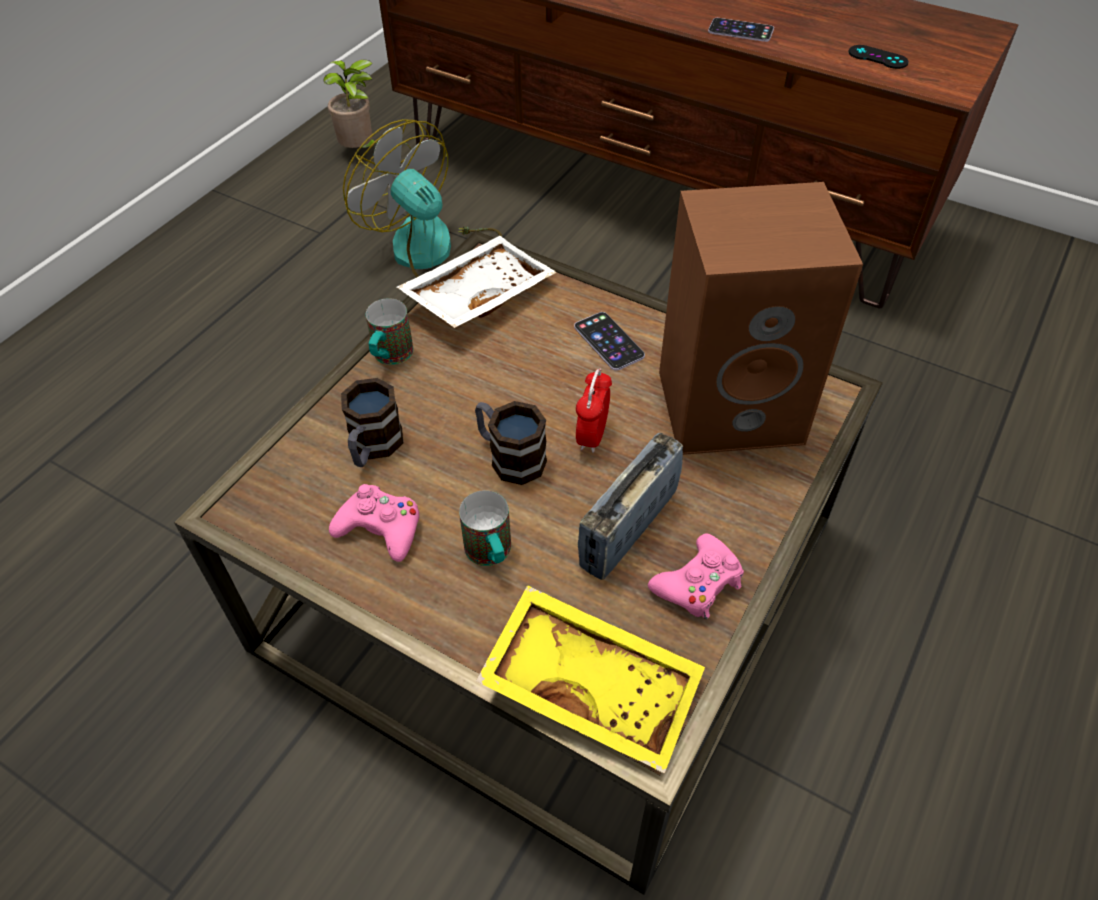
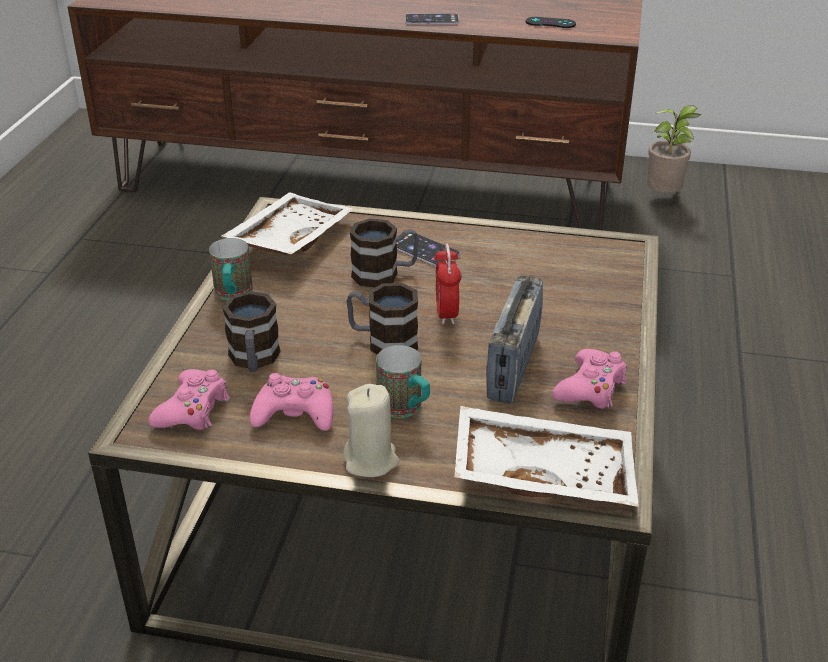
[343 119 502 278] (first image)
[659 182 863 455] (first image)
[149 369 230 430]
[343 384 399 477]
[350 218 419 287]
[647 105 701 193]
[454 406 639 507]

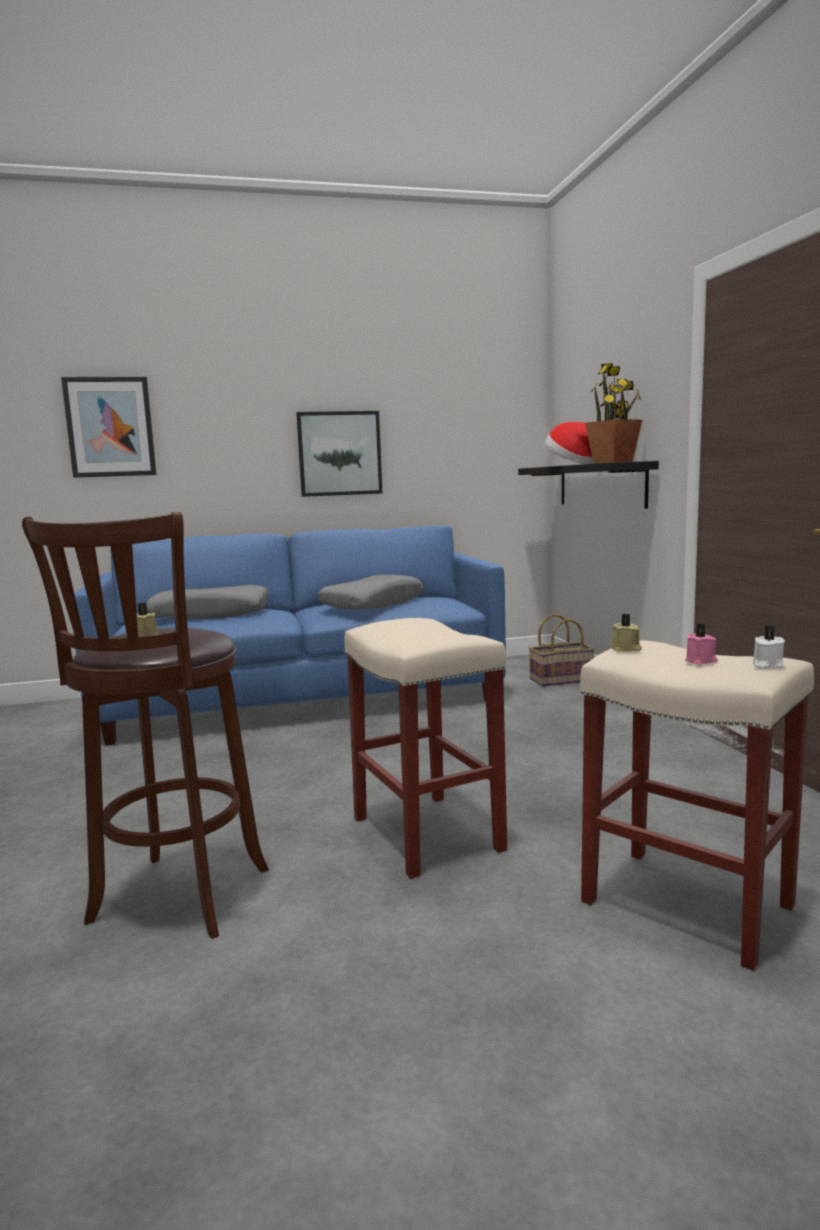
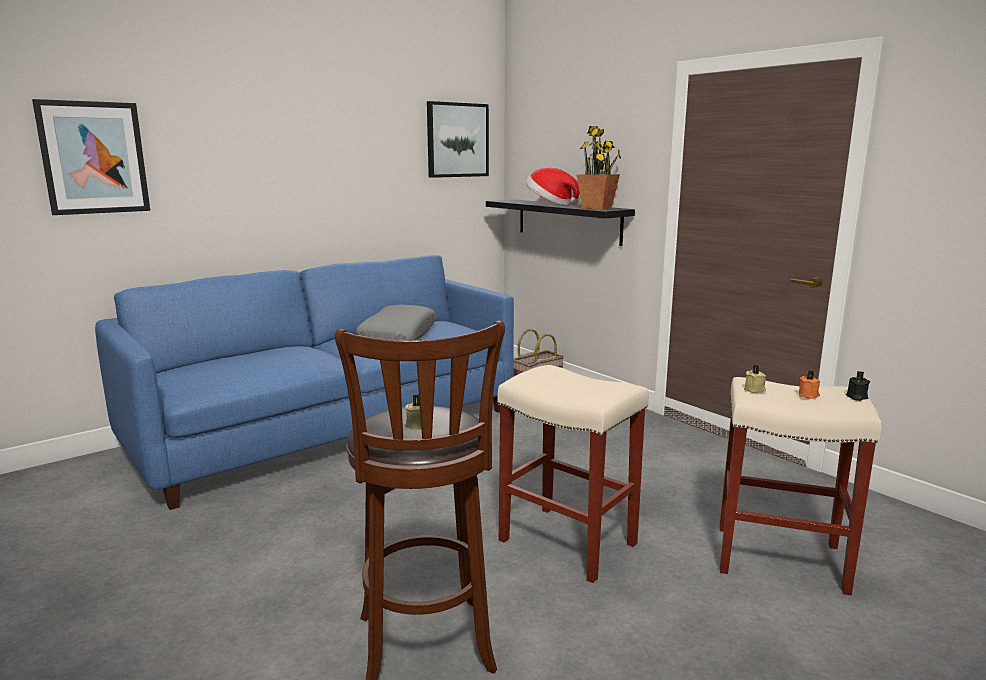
[147 585 269 619] (first image)
[427 101 489 178]
[799 370 820 399]
[846 371 870 401]

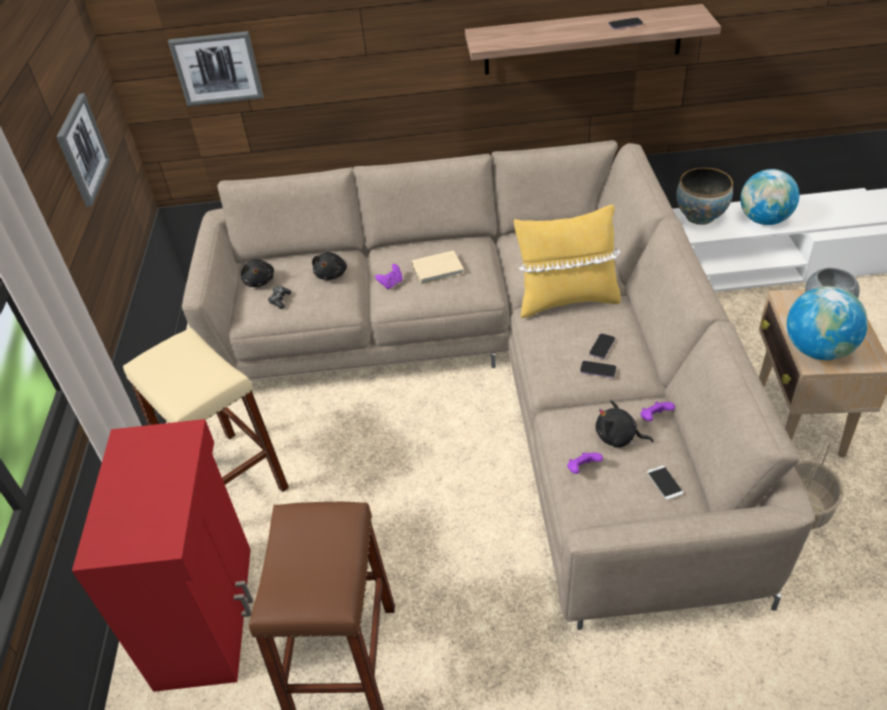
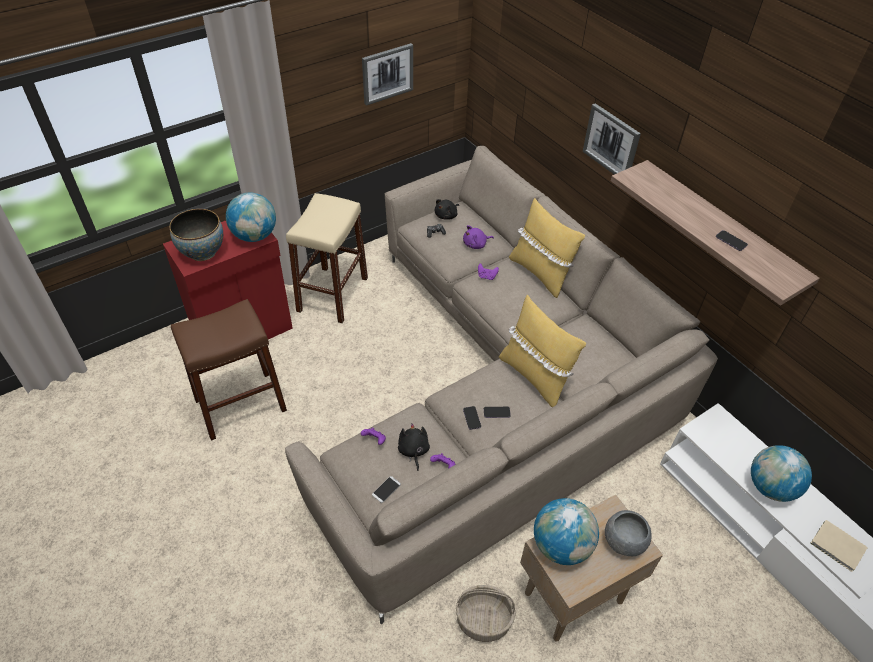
[226 193 276 242]
[509 198 585 298]
[583 104 641 174]
[810 520 868 572]
[170 209 223 261]
[463 225 494 249]

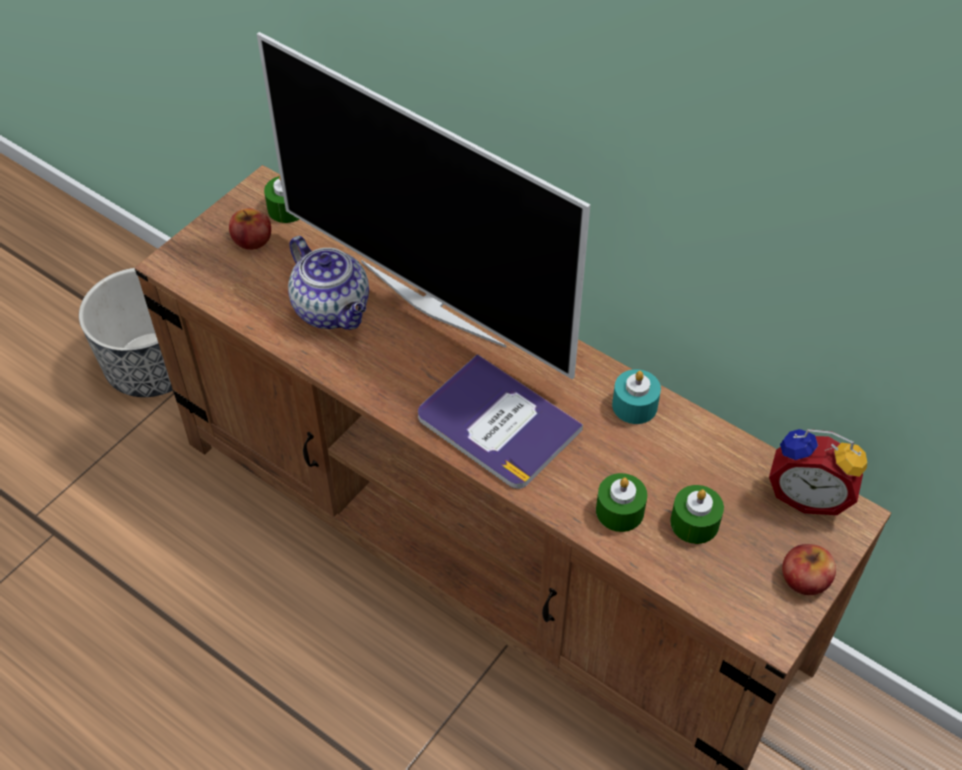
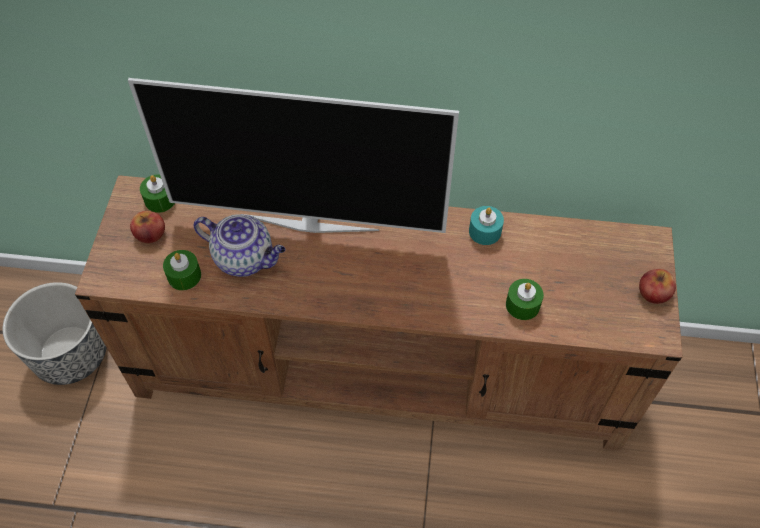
[418 354 583 489] (first image)
[769 429 867 515] (first image)
[163 250 201 290]

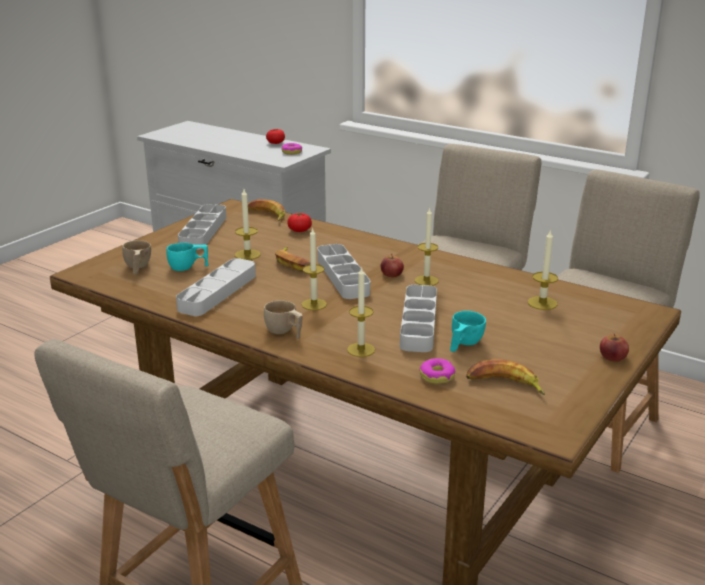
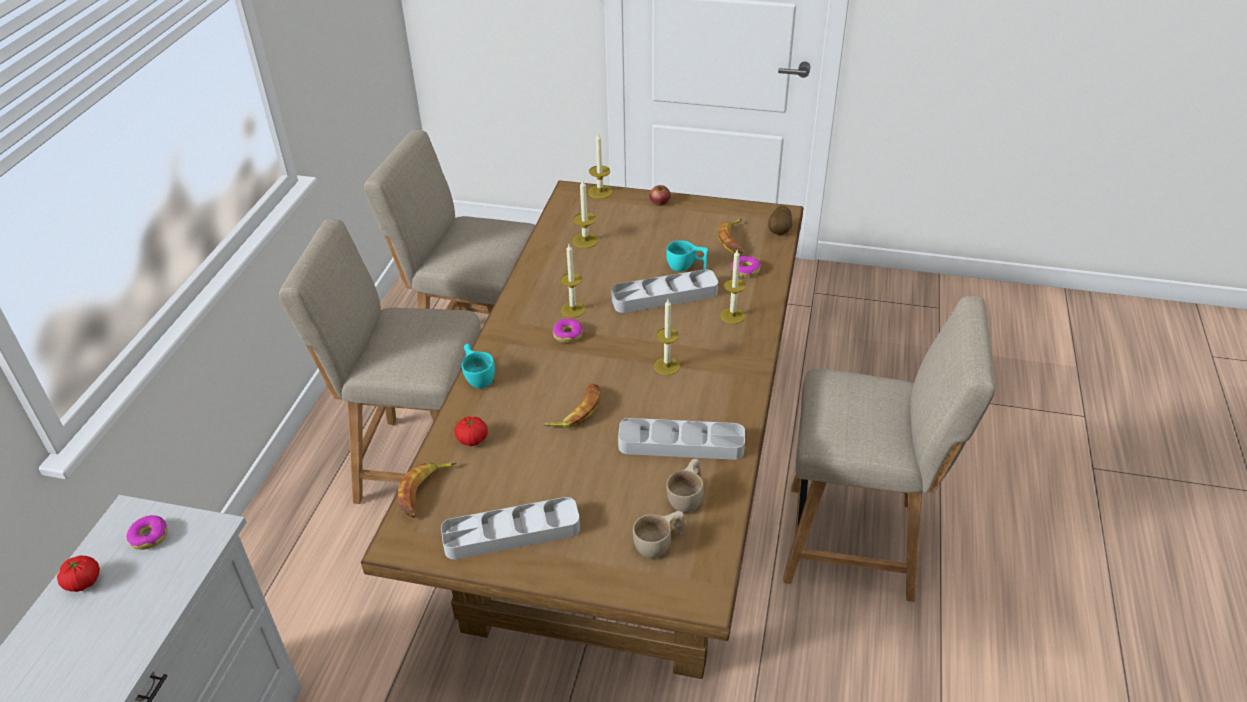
[317 244 370 299] (first image)
[768 205 792 235]
[462 344 495 389]
[588 133 613 199]
[666 459 704 513]
[553 318 583 343]

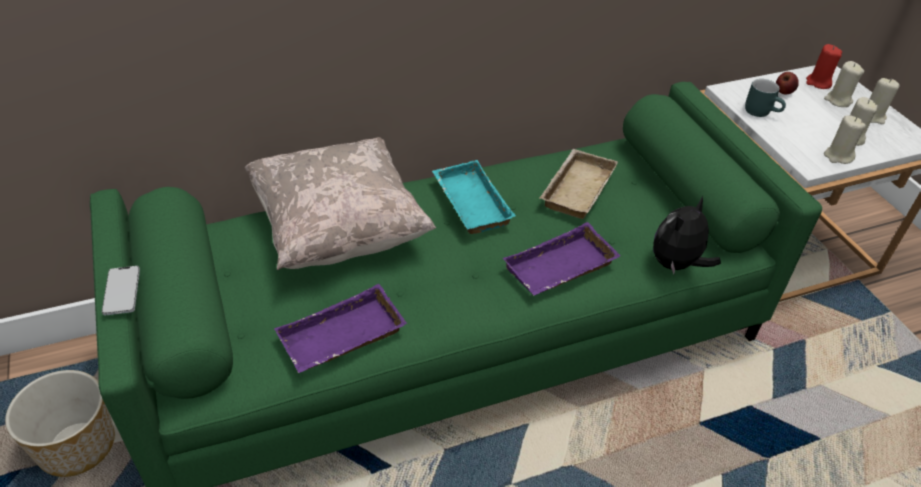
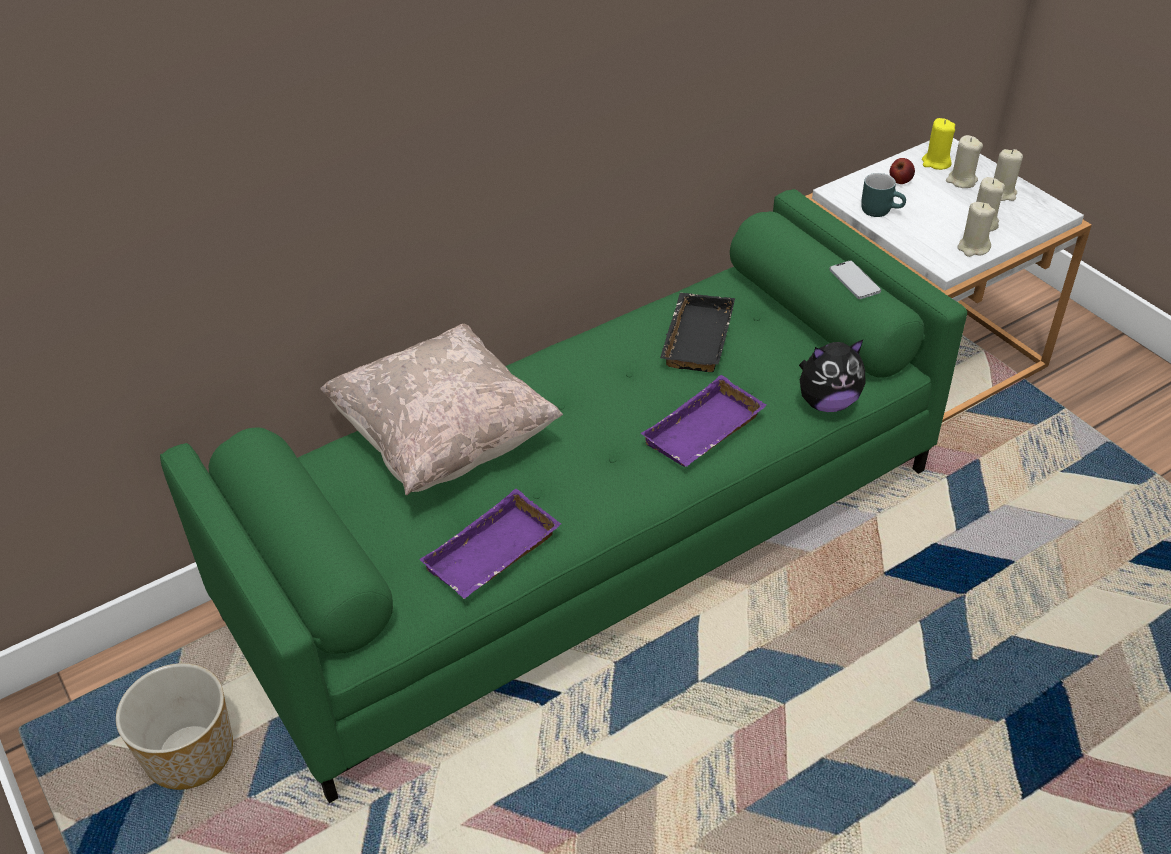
[432 160 516 234] (first image)
[829 261 881 299]
[660 293 735 372]
[922 118 955 170]
[799 340 866 412]

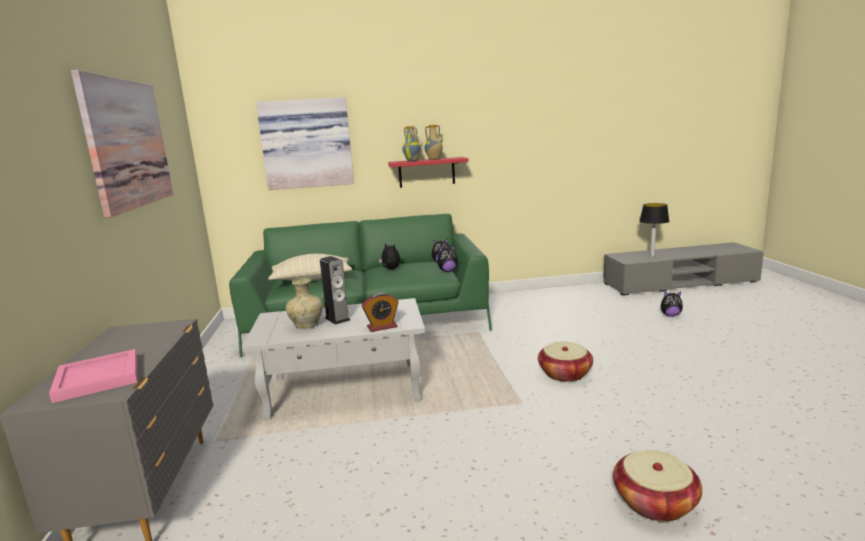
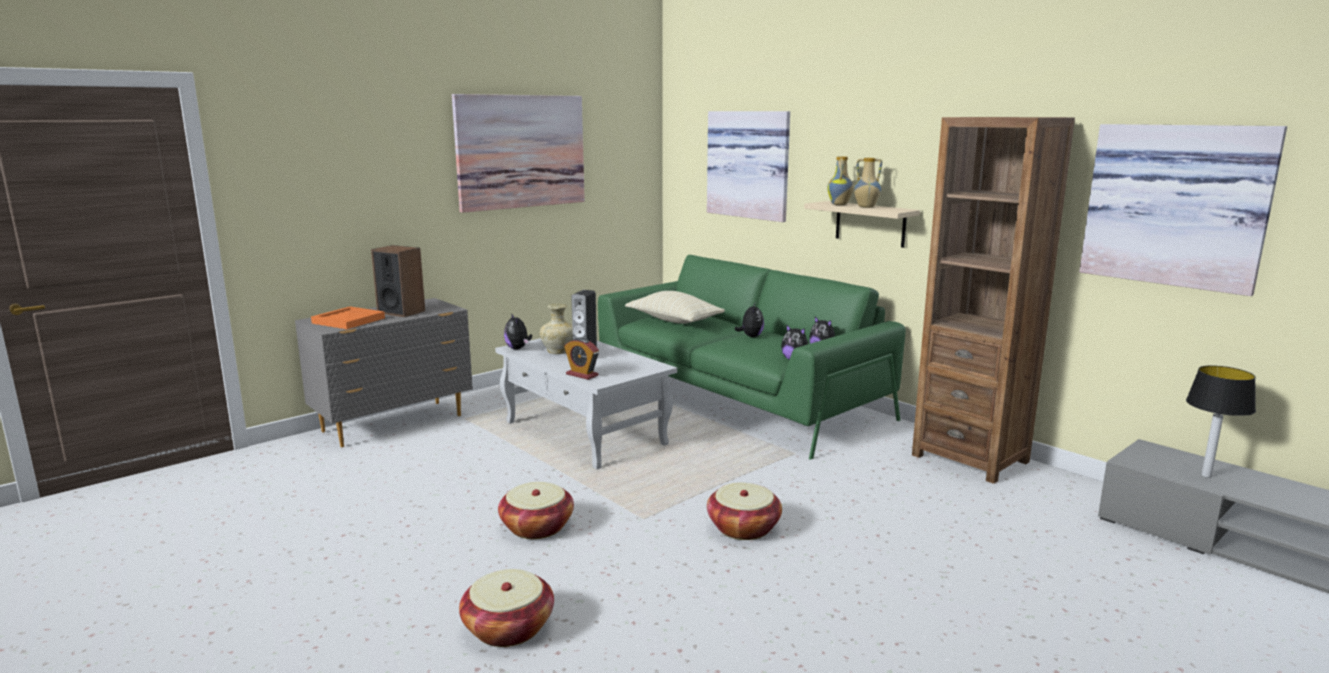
[371 245 425 317]
[498 482 574 539]
[912 117 1075 484]
[1079 124 1287 296]
[504 313 532 349]
[311 306 385 329]
[804 201 920 248]

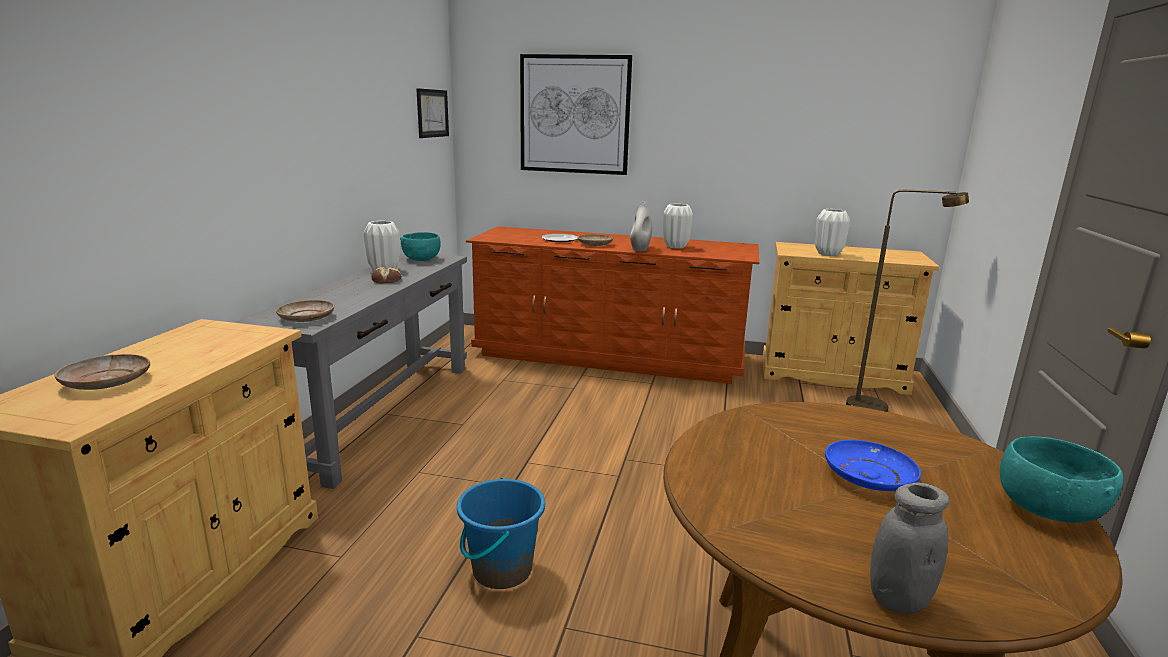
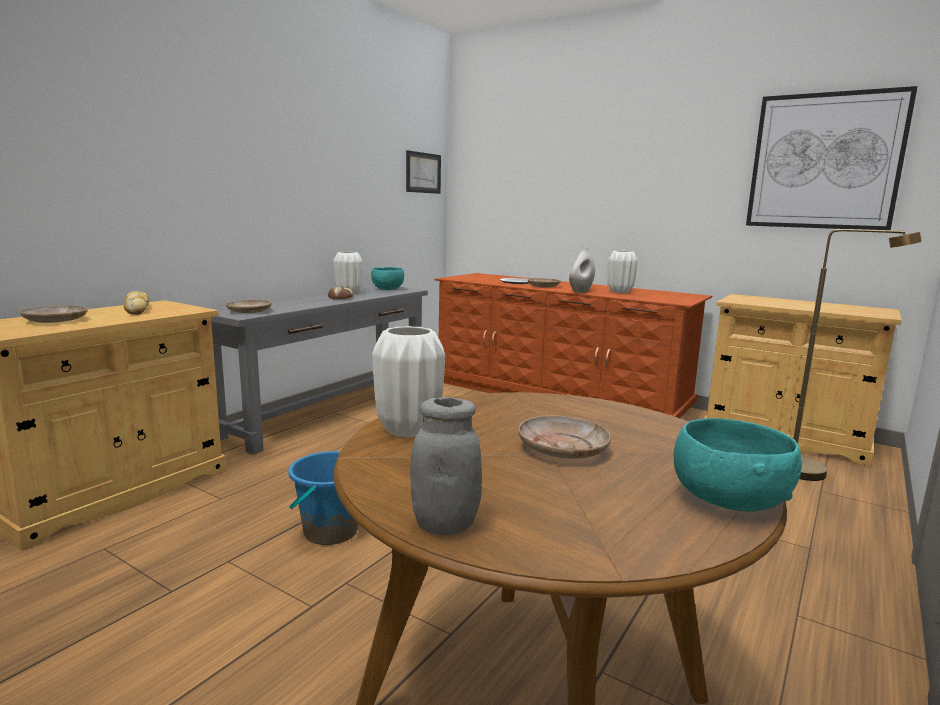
[124 291 149 315]
[746 86 918 230]
[372 326 445 437]
[518 415 611 459]

